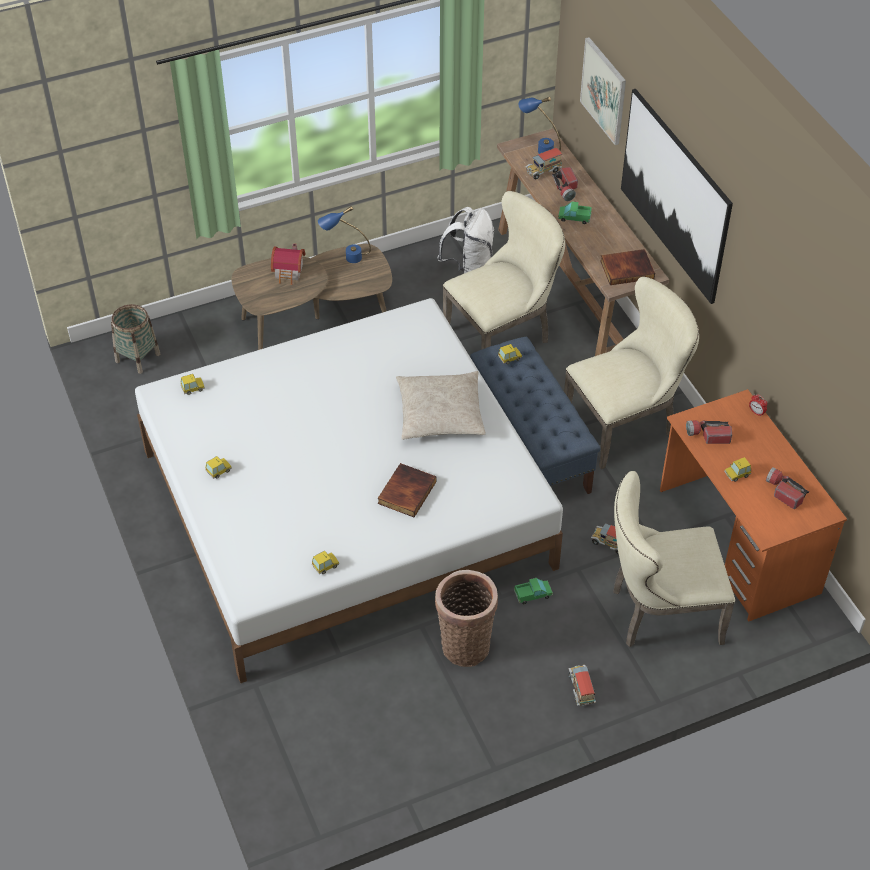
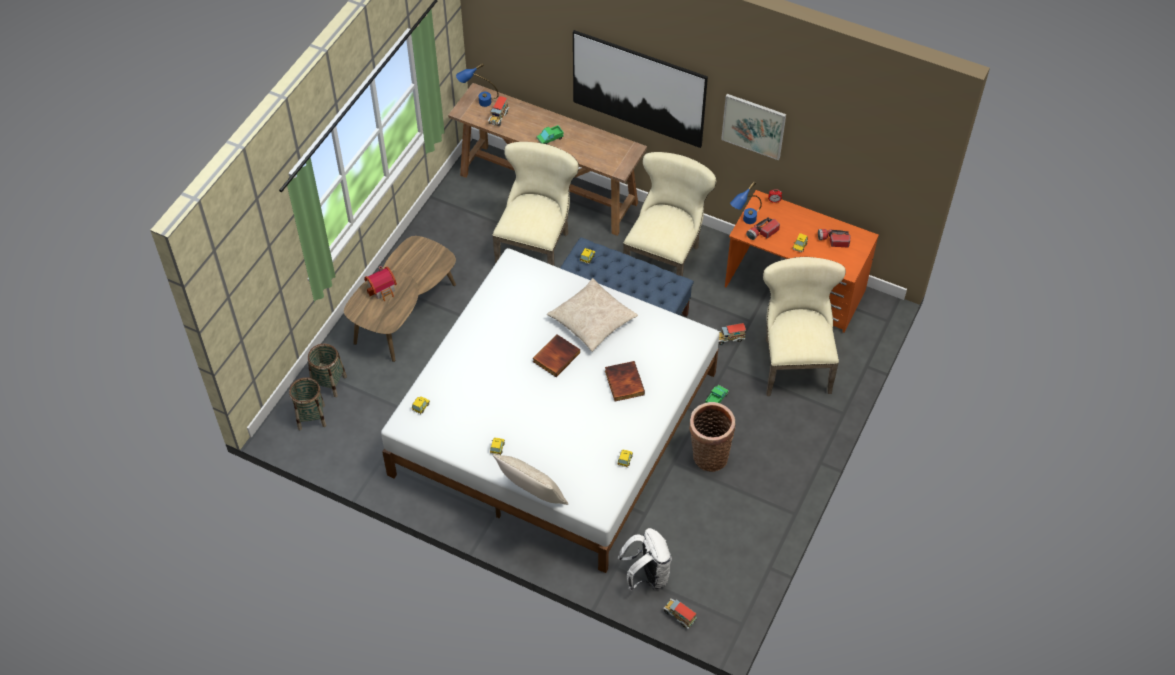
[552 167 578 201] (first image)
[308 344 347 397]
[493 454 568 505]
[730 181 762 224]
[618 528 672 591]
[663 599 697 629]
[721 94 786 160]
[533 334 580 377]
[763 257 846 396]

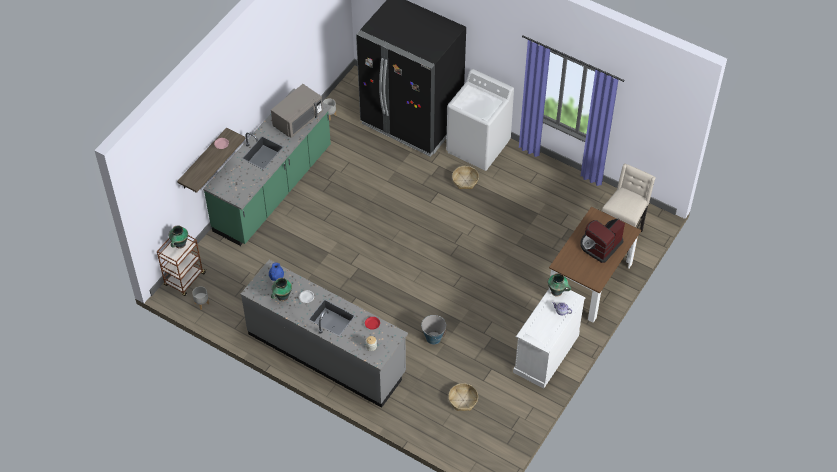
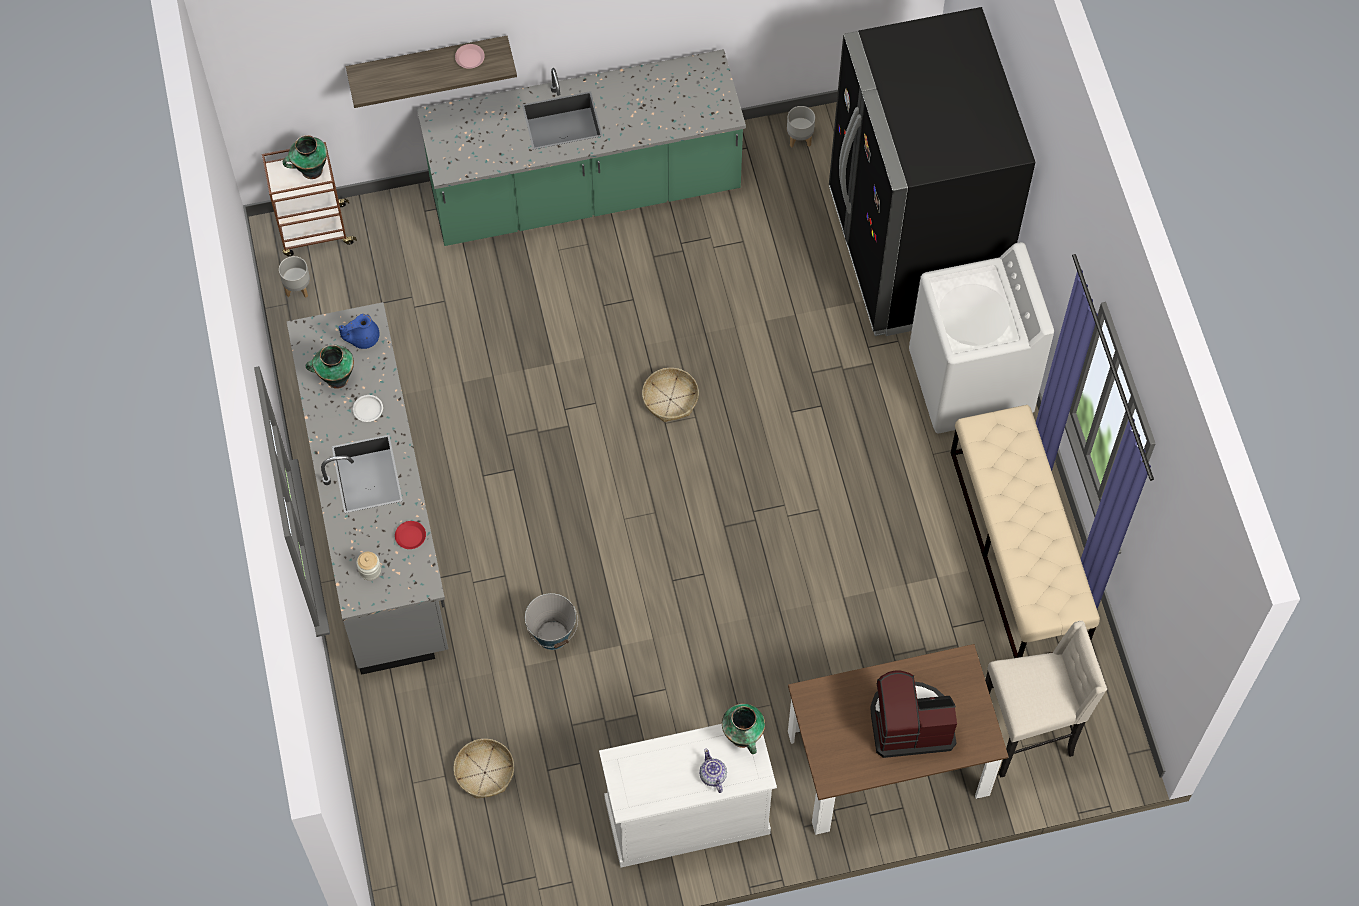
[271 84 323 138] (first image)
[951 405 1100 658]
[642 368 699 422]

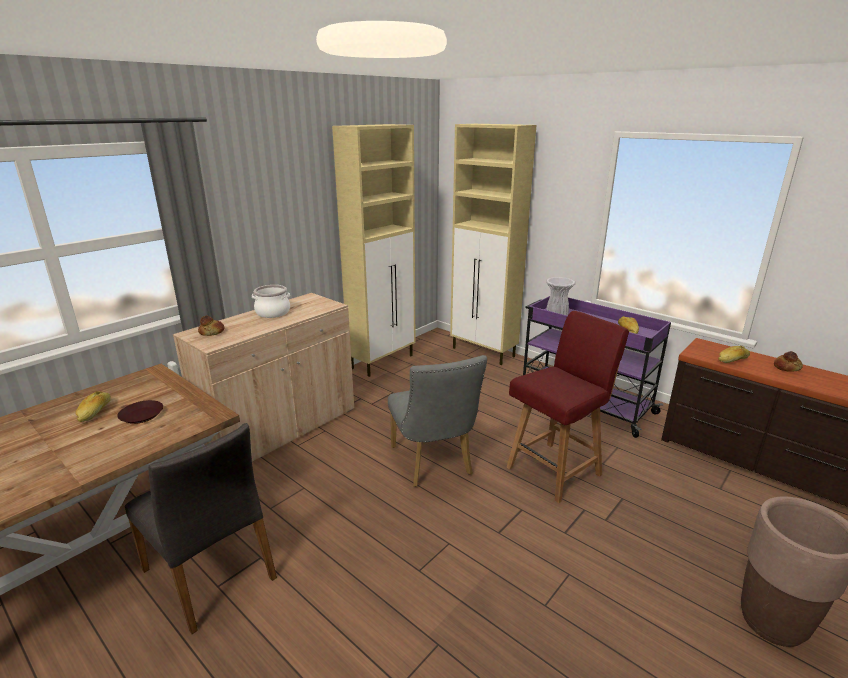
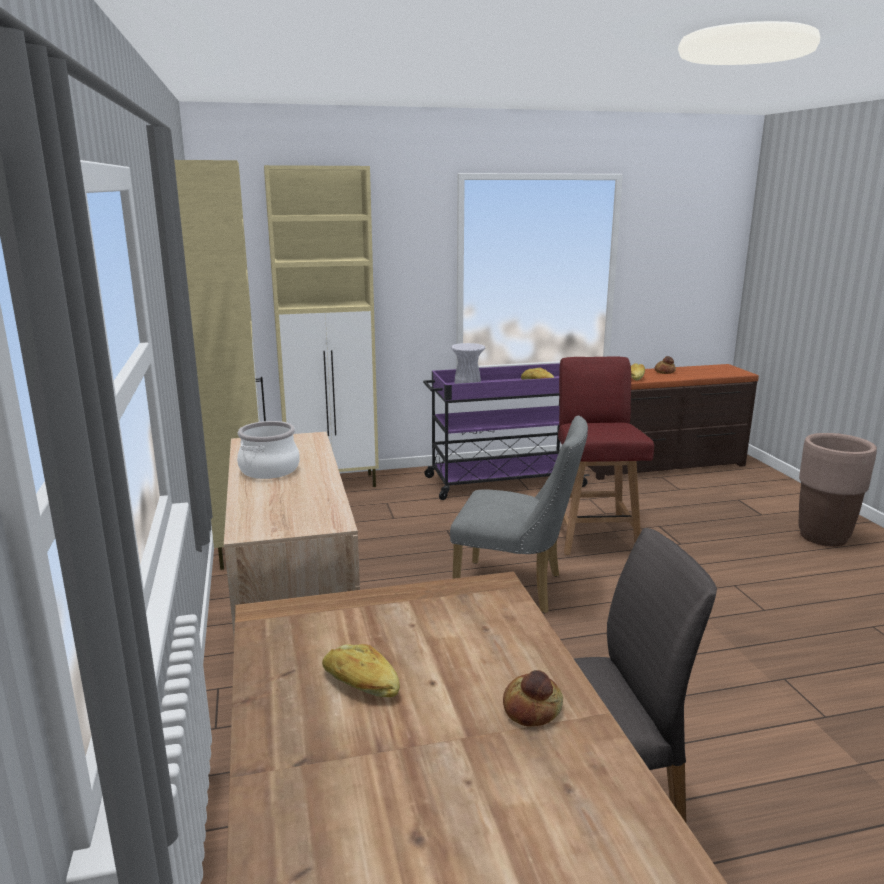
[117 400 163 424] (first image)
[503 670 563 727]

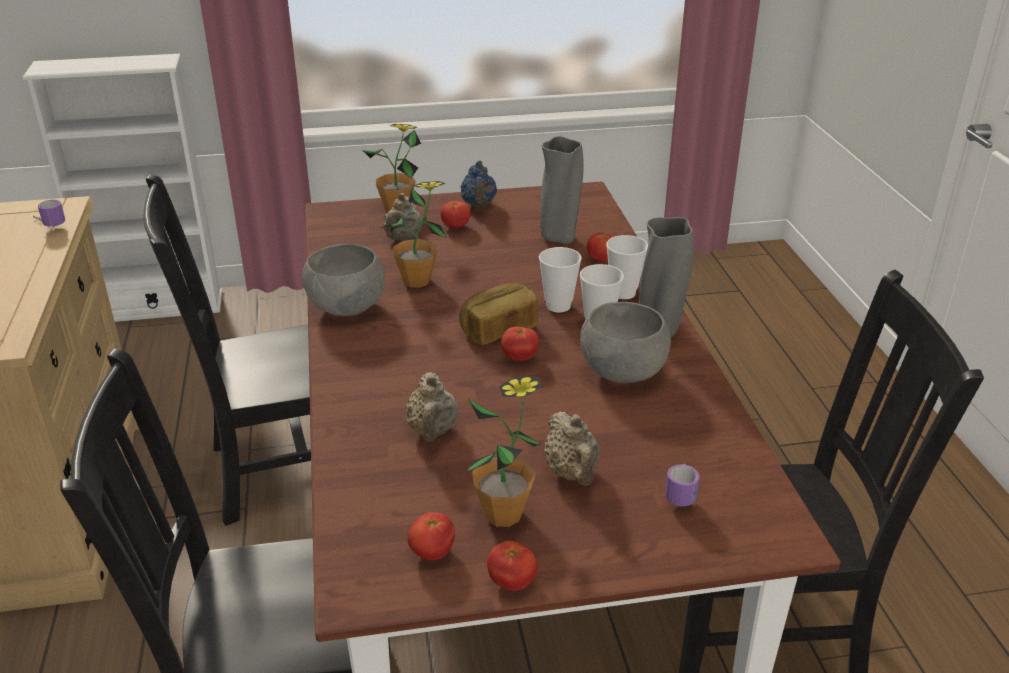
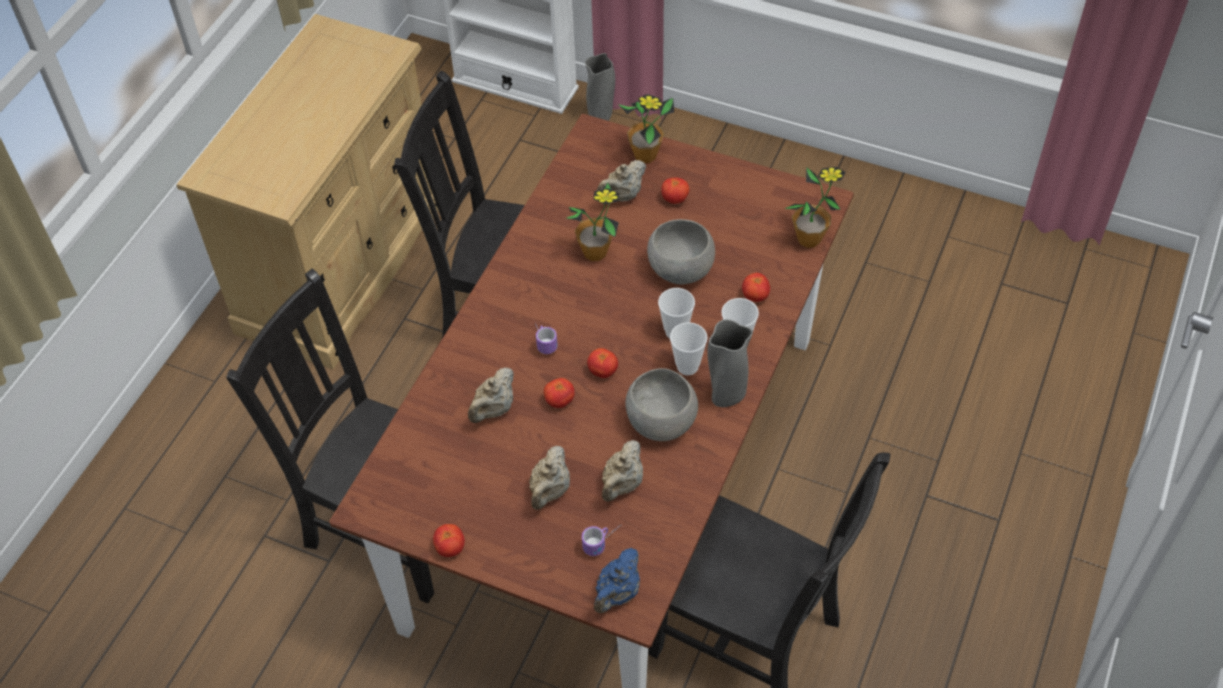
[459 283 538 345] (first image)
[602 440 643 502]
[535 323 557 354]
[647 219 715 285]
[544 378 575 408]
[594 548 640 613]
[785 167 846 248]
[585 53 615 121]

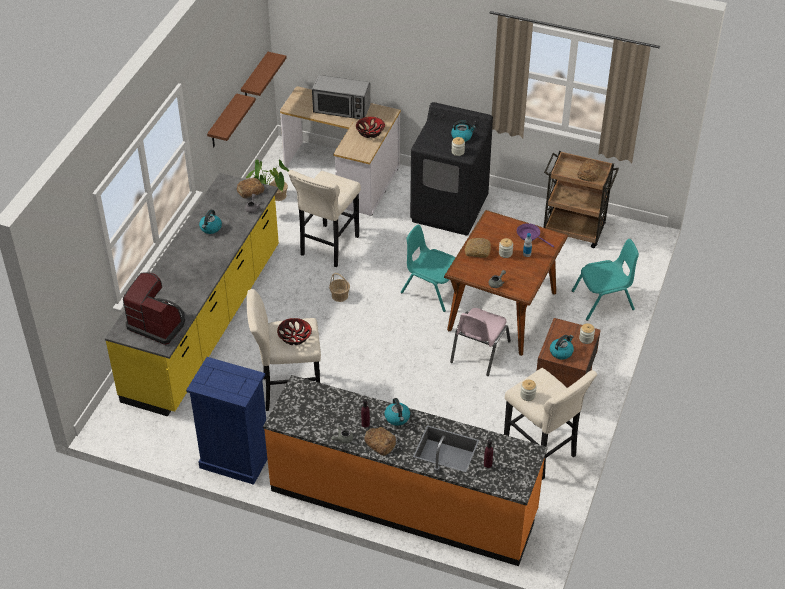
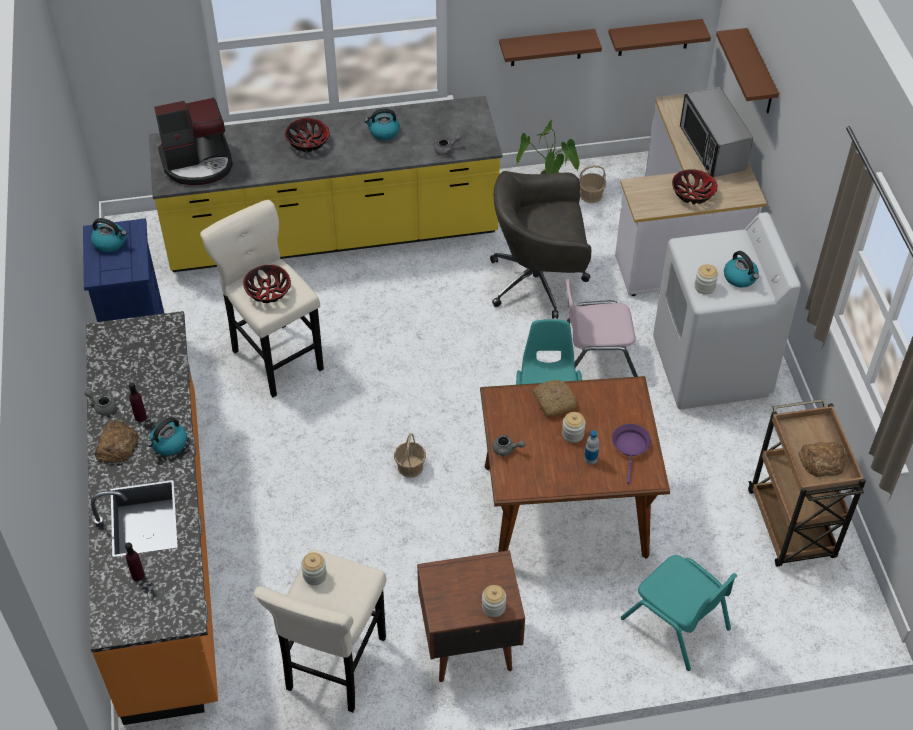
[237 178 265 198] (first image)
[285 118 330 152]
[716 28 779 113]
[394 433 426 478]
[566 279 638 377]
[91 218 127 252]
[490 171 592 319]
[653 212 801 409]
[154 98 233 185]

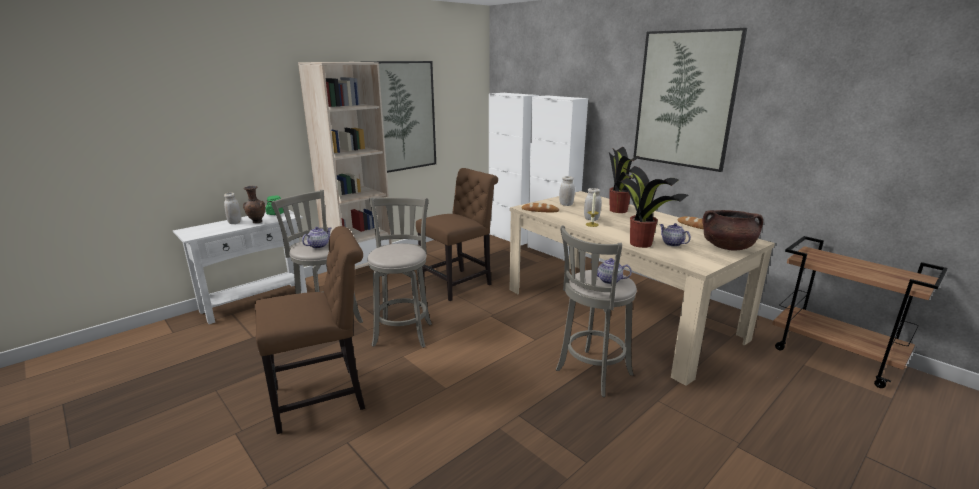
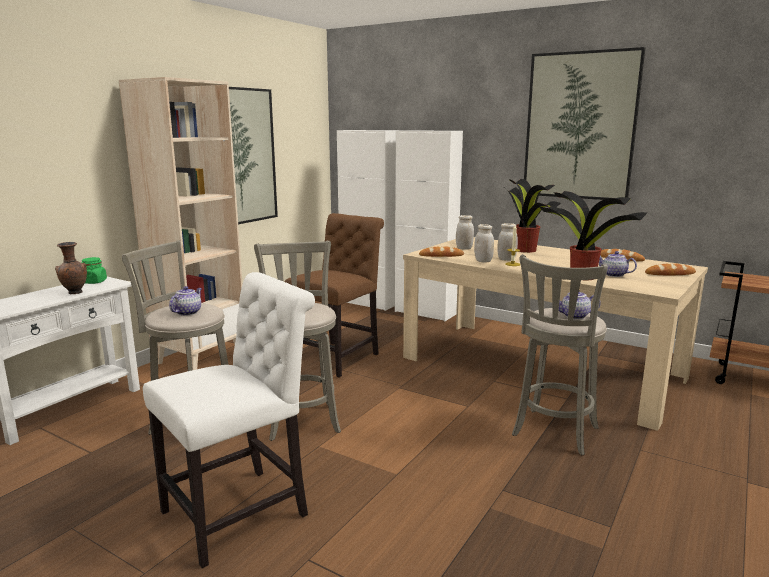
[474 224 494 262]
[645 263 696 275]
[143 272 315 568]

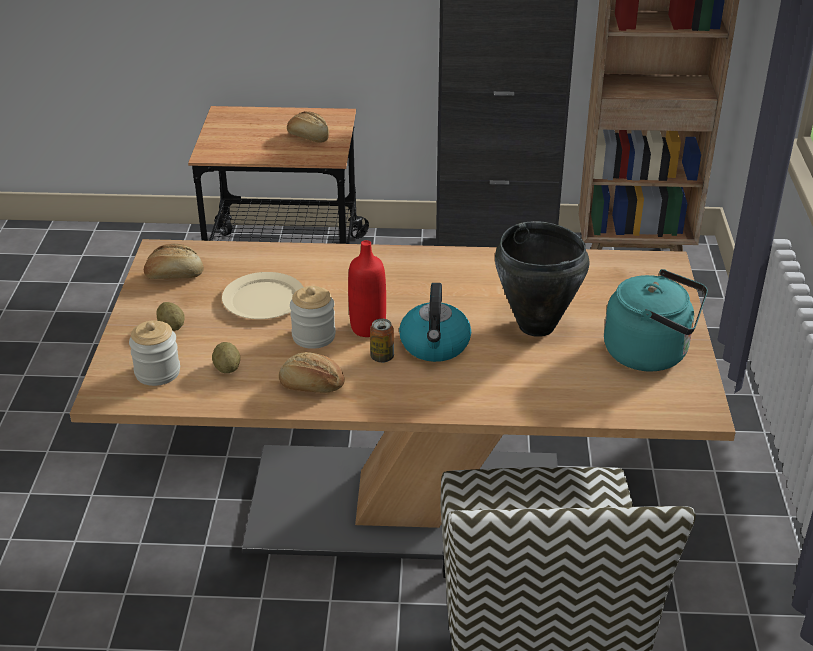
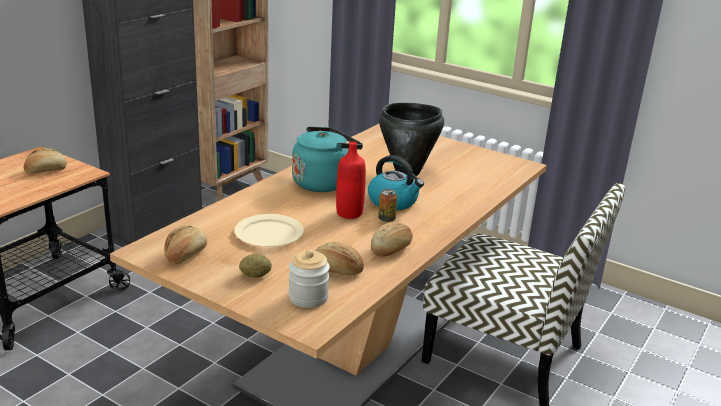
[290 286 336 349] (first image)
[292 126 363 192]
[315 242 364 275]

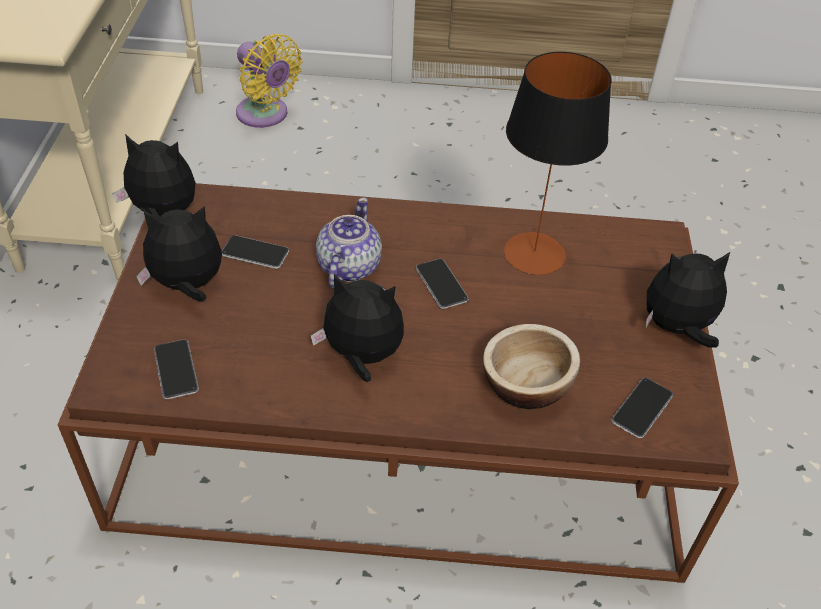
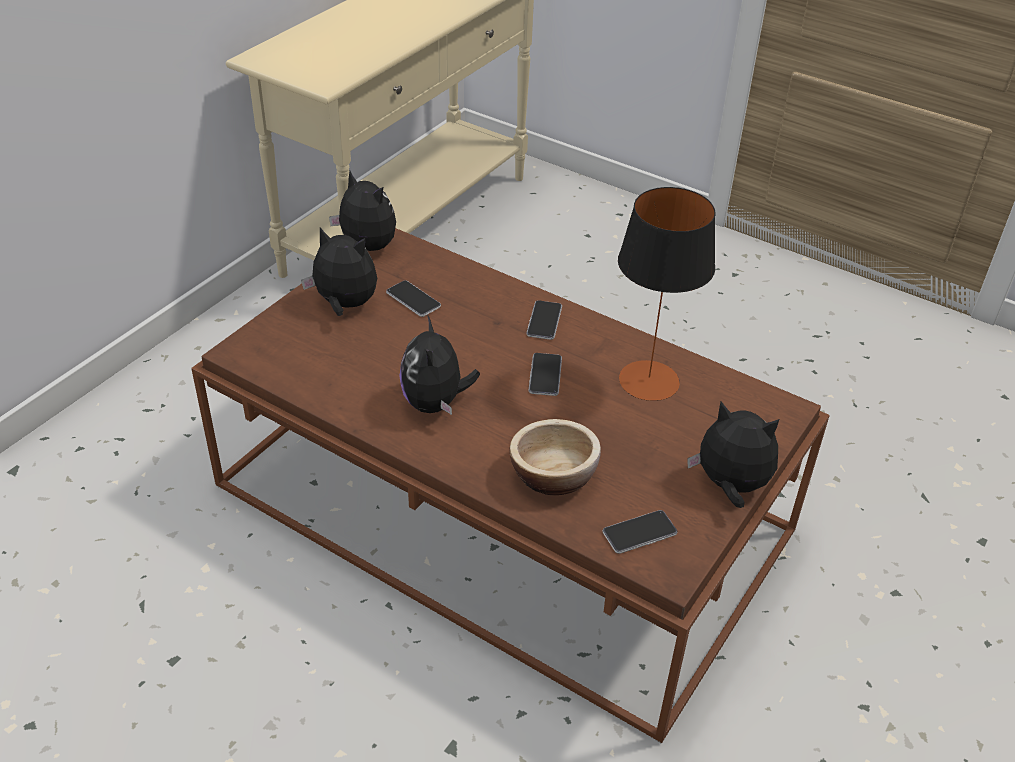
[236 34 302 128] (first image)
[316 197 382 288] (first image)
[526 300 562 340]
[399 316 480 415]

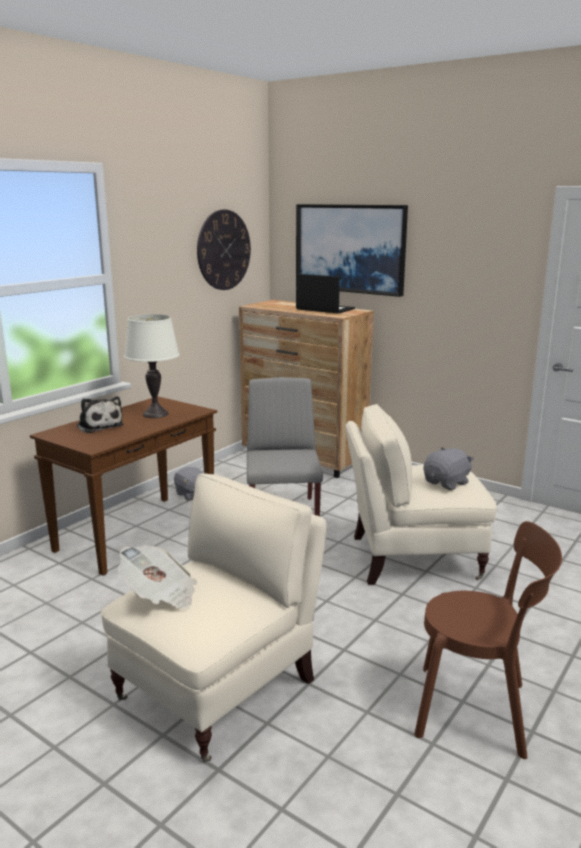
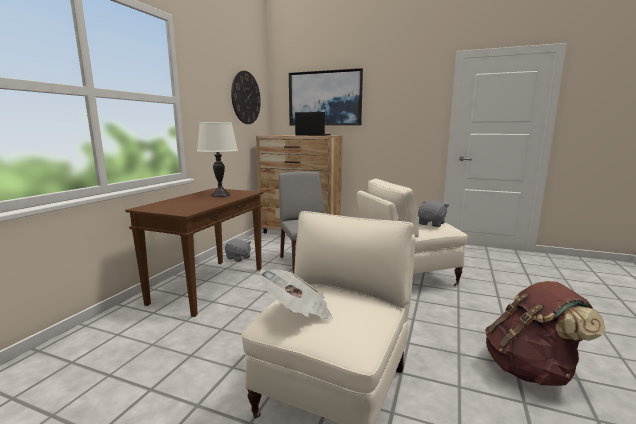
[77 396 123 433] (first image)
[485 281 606 386]

